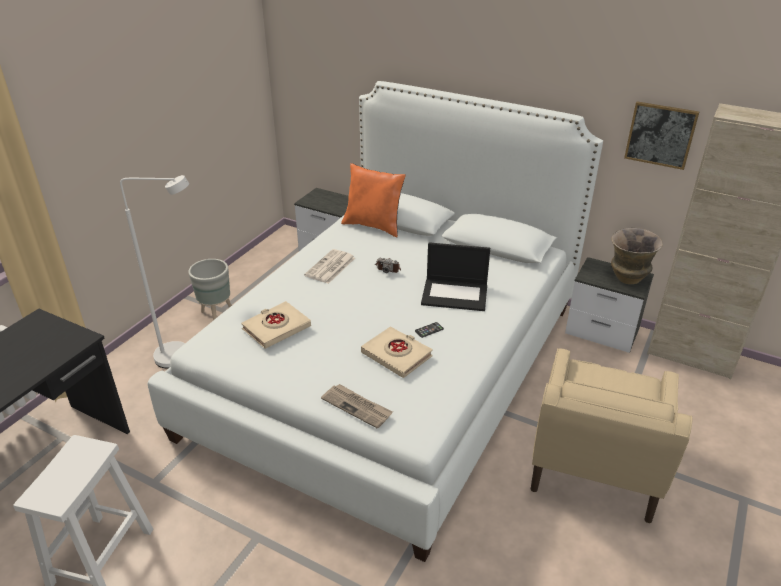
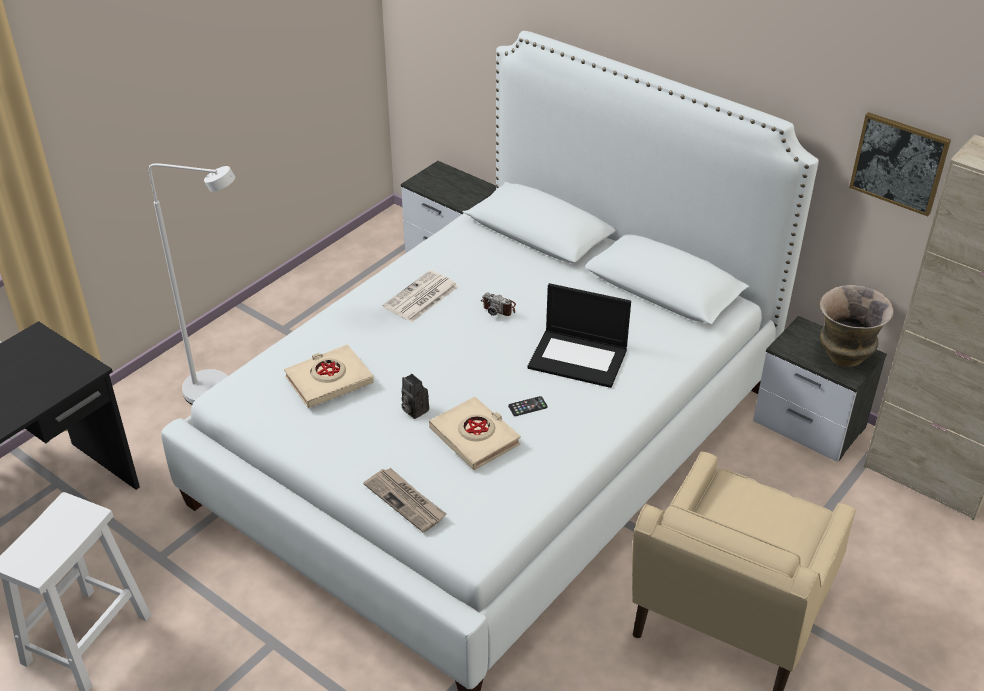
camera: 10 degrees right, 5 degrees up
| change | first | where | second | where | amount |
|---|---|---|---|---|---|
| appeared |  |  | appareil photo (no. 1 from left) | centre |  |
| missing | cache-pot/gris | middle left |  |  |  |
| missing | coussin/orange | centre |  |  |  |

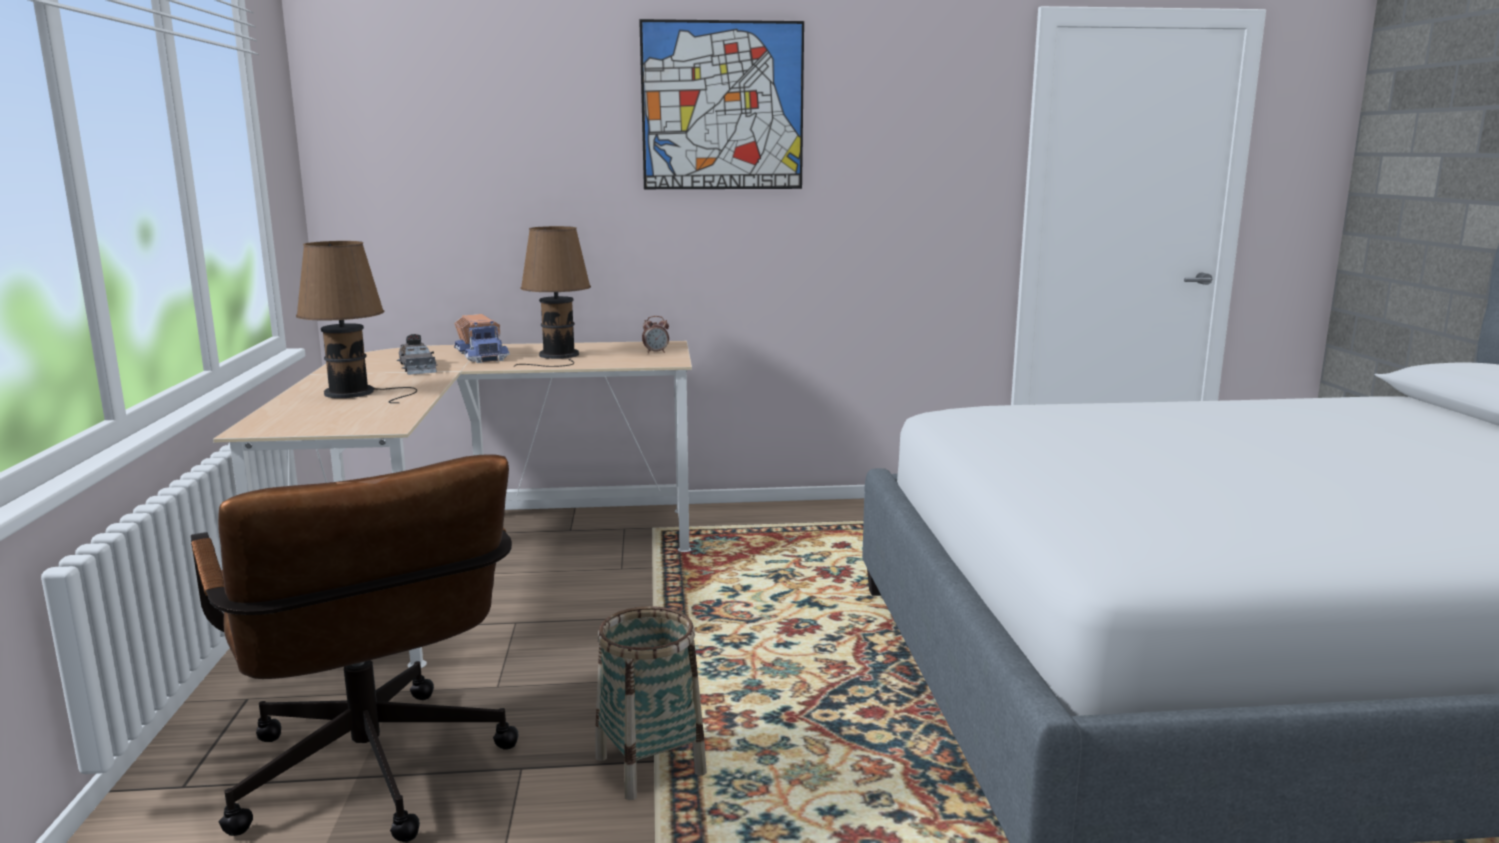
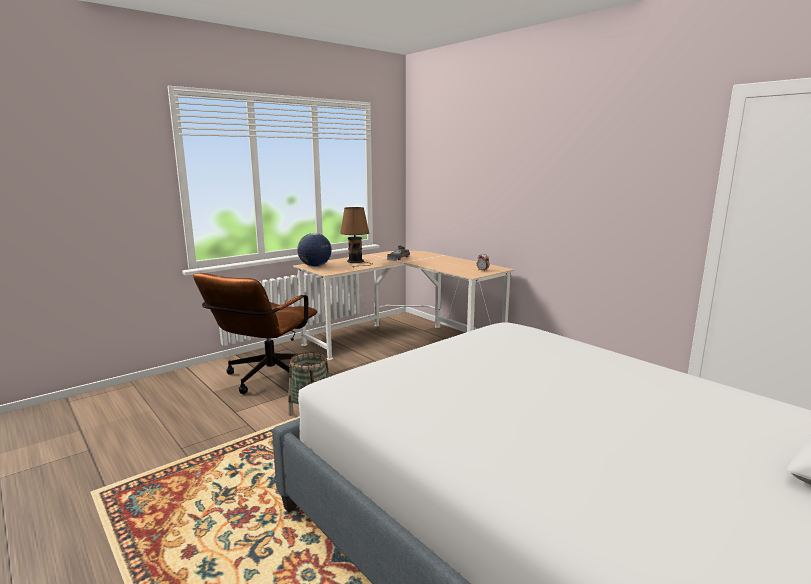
camera: 55 degrees right, 0 degrees up
| change | first | where | second | where | amount |
|---|---|---|---|---|---|
| appeared |  |  | globe | centre |  |
| missing | camion jouet | middle left |  |  |  |
| missing | lampe de table/marron (no. 2 from left) | centre |  |  |  |
| missing | tableau | top centre |  |  |  |

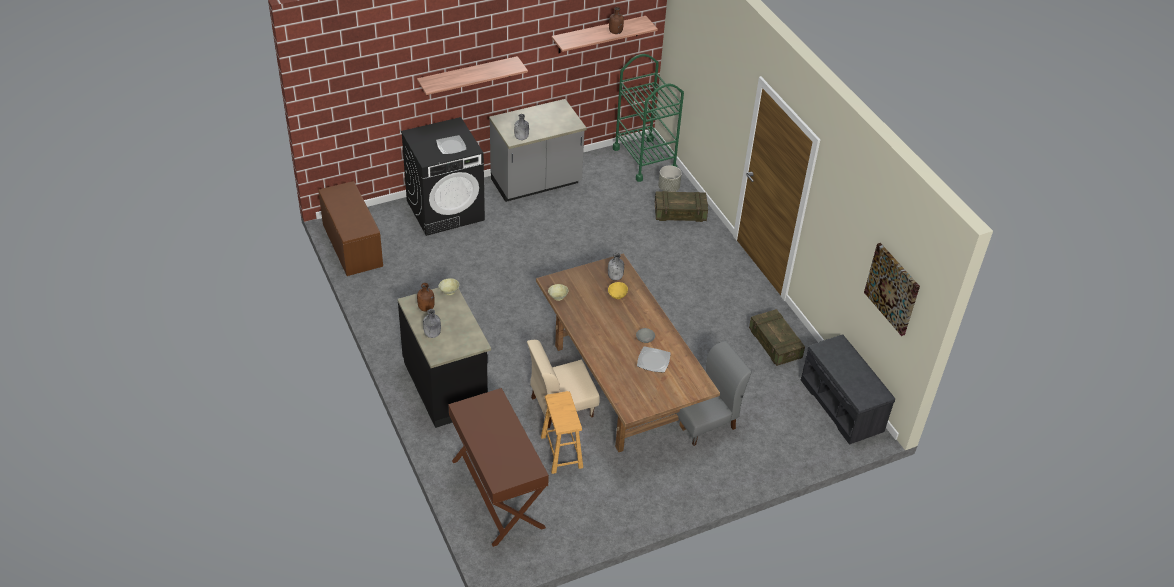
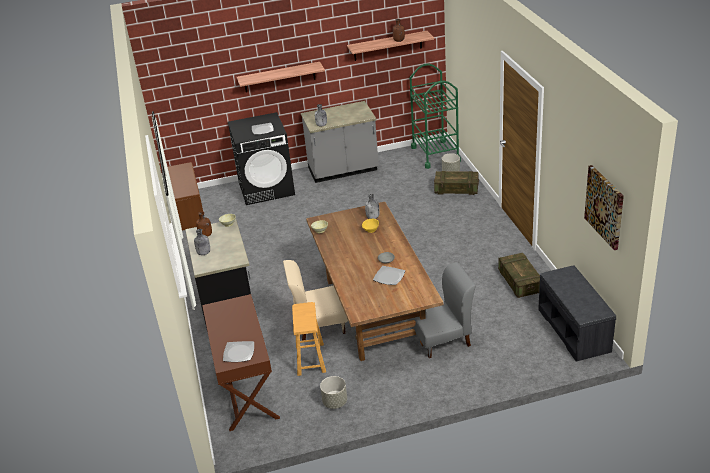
camera: 15 degrees right, 10 degrees down
| change | first | where | second | where | amount |
|---|---|---|---|---|---|
| appeared |  |  | assiette (no. 1 from left) | bottom centre |  |
| appeared |  |  | cache-pot/gris (no. 1 from left) | bottom centre |  |

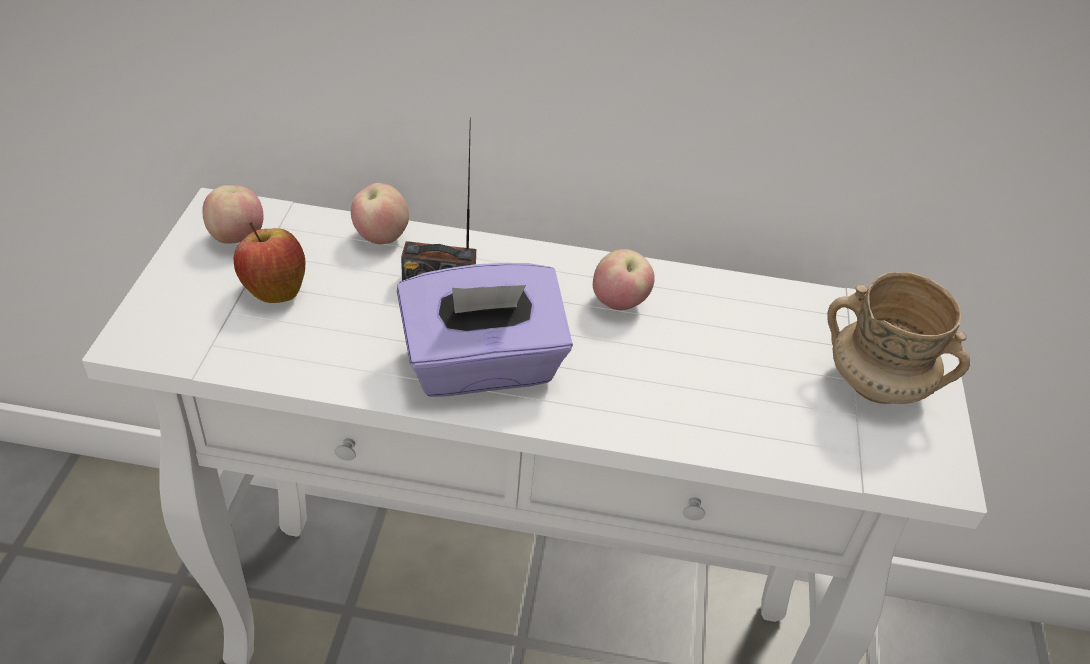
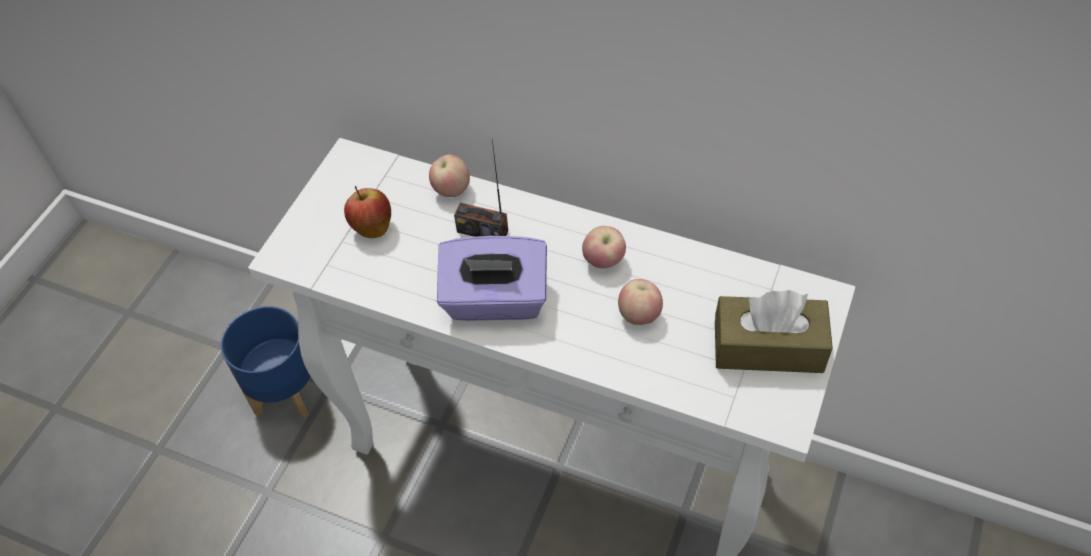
camera: 20 degrees right, 10 degrees up
| change | first | where | second | where | amount |
|---|---|---|---|---|---|
| appeared |  |  | cache-pot/bleu | middle left |  |
| relocated | pomme (no. 1 from left in the first image) | top left | pomme (no. 4 from left) | centre |  |
| exchanged | mug/beige | middle right | boîte à mouchoirs/marron | middle right |  |

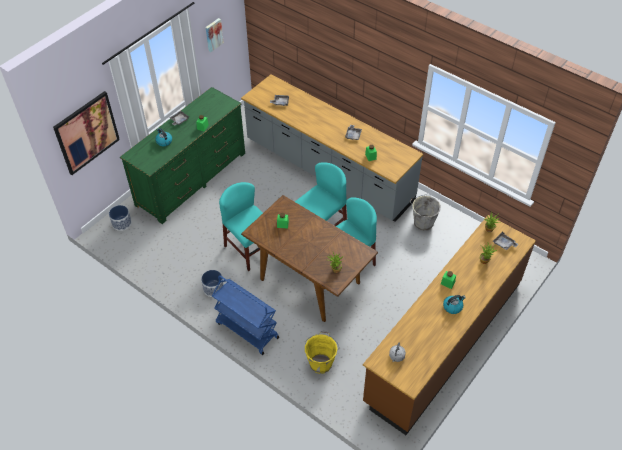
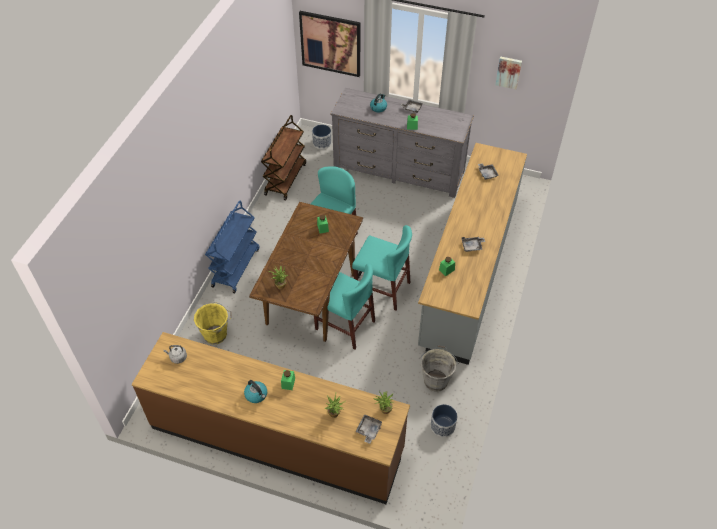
camera: 70 degrees right, 0 degrees up
| change | first | where | second | where | amount |
|---|---|---|---|---|---|
| appeared |  |  | chariot/marron | top centre |  |
| colour | commode/vert | middle left | commode/gris | top centre |  |
| relocated | cache-pot (no. 2 from left) | centre |  | bottom centre |  |

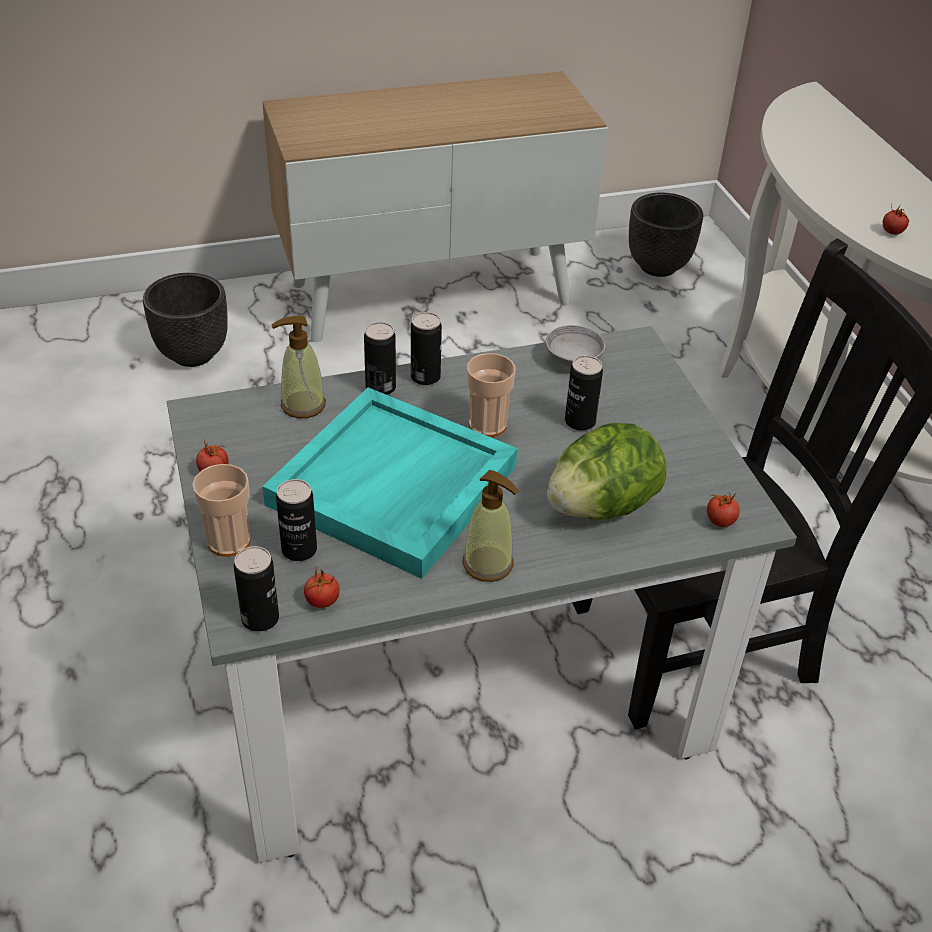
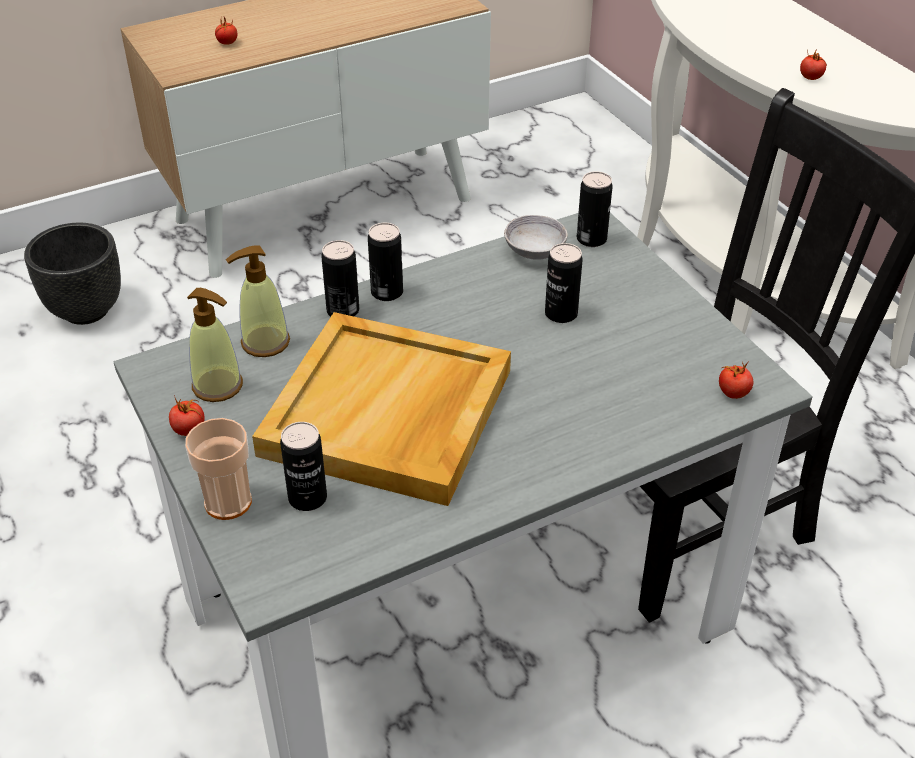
camera: 10 degrees left, 0 degrees up
| change | first | where | second | where | amount |
|---|---|---|---|---|---|
| relocated | distributeur de savon (no. 2 from left in the first image) | centre | distributeur de savon (no. 1 from left) | middle left |  |
| relocated | tomate (no. 2 from left) | centre |  | top left |  |
| colour | plateau/turquoise | centre | plateau/beige | centre |  |
| relocated | boîte métallique (no. 1 from left in the first image) | middle left | boîte métallique (no. 5 from left) | top centre |  |
| missing | tasse (no. 2 from left) | centre |  |  |  |
| missing | laitue | centre |  |  |  |
| missing | cache-pot/noir (no. 2 from left) | top right |  |  |  |

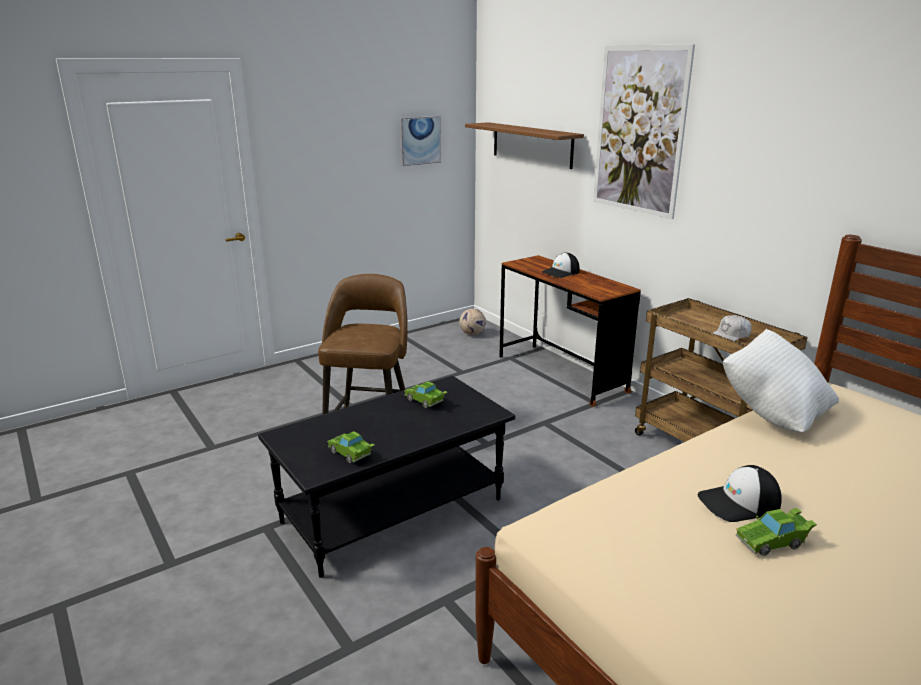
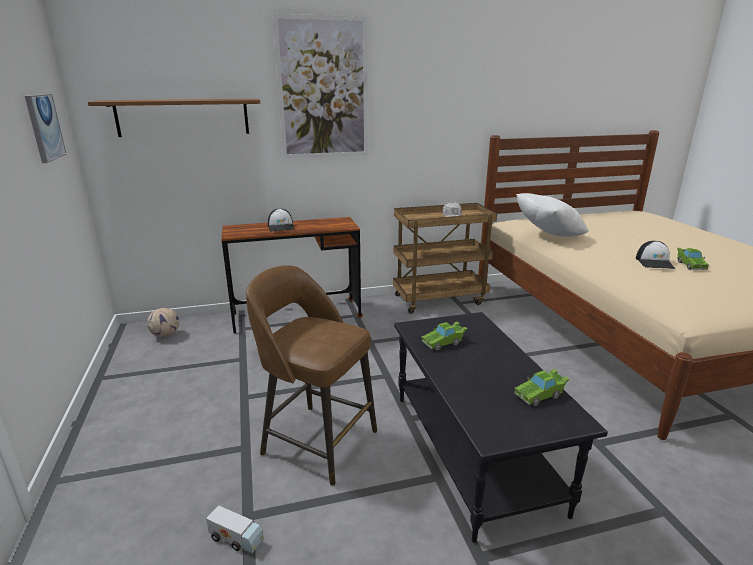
camera: 70 degrees left, 0 degrees up
| change | first | where | second | where | amount |
|---|---|---|---|---|---|
| appeared |  |  | camion jouet | bottom left |  |

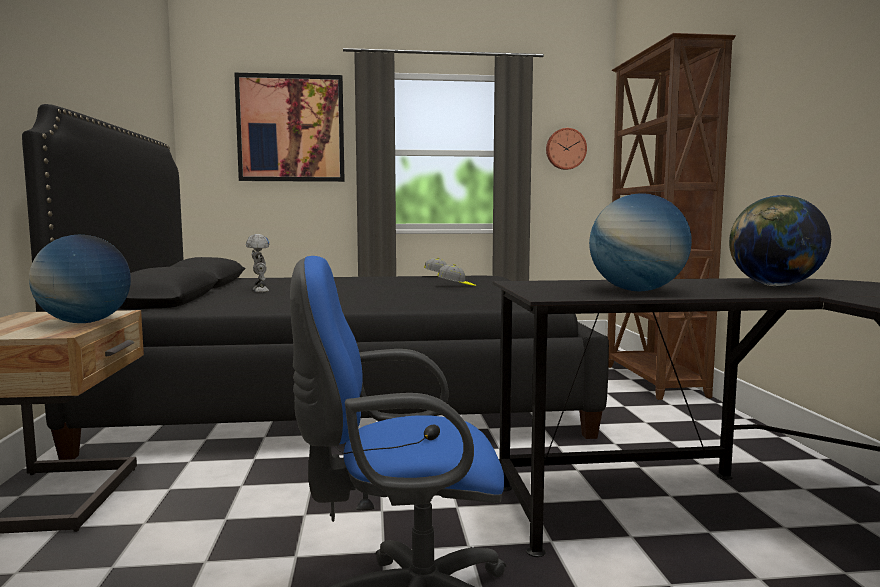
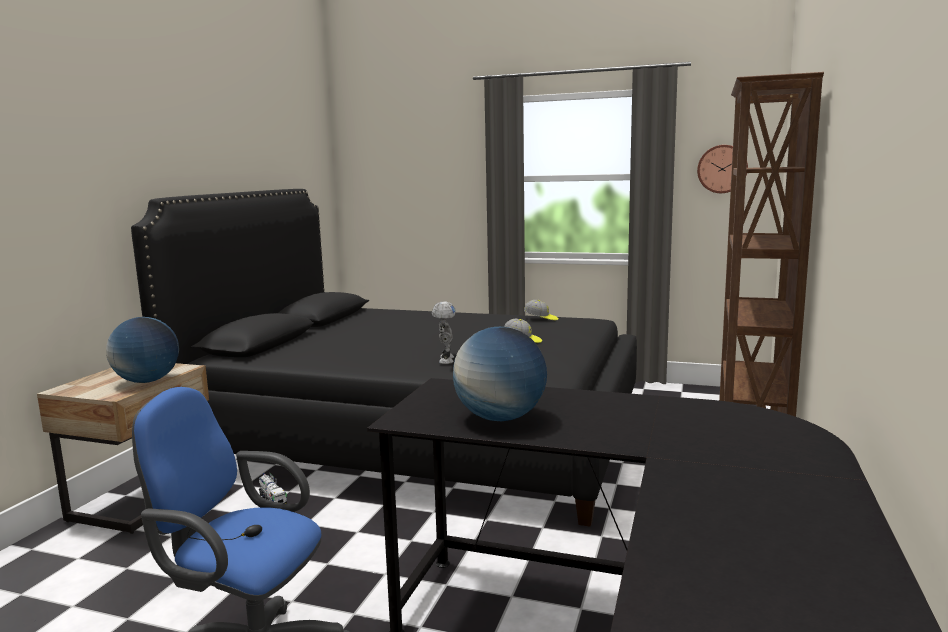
camera: 25 degrees right, 5 degrees up
| change | first | where | second | where | amount |
|---|---|---|---|---|---|
| appeared |  |  | camion jouet | bottom left |  |
| relocated | robot jouet | middle left |  | centre |  |
| missing | tableau | top left |  |  |  |
| missing | globe (no. 3 from left) | middle right |  |  |  |

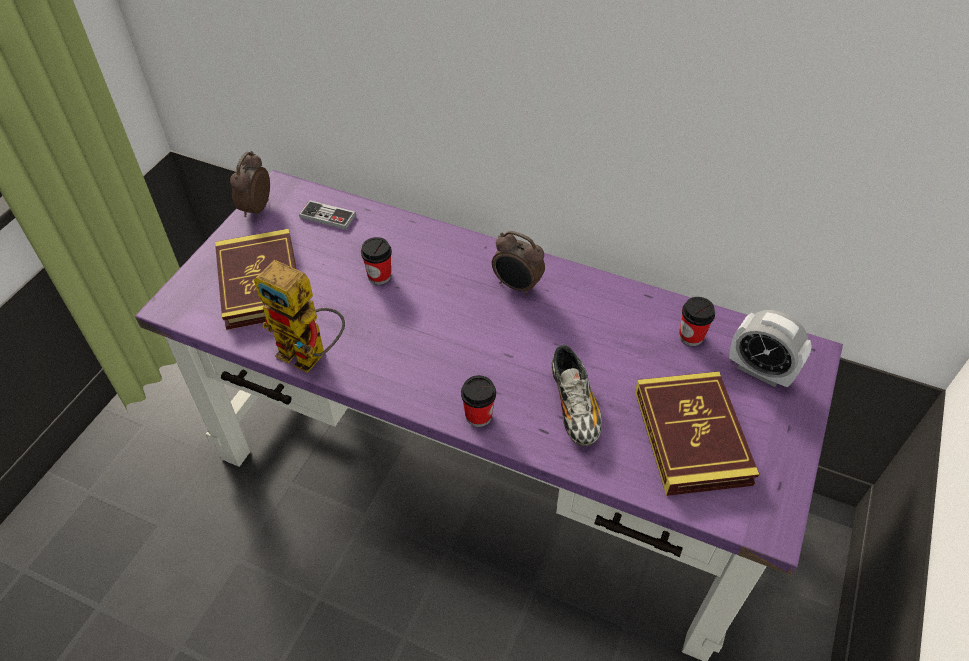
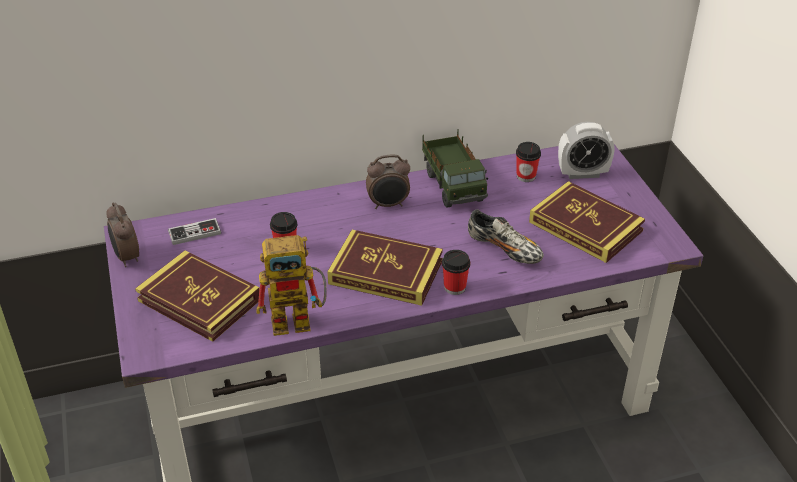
camera: 40 degrees left, 10 degrees down
| change | first | where | second | where | amount |
|---|---|---|---|---|---|
| appeared |  |  | livre (no. 2 from left) | centre |  |
| appeared |  |  | camion jouet | centre |  |

